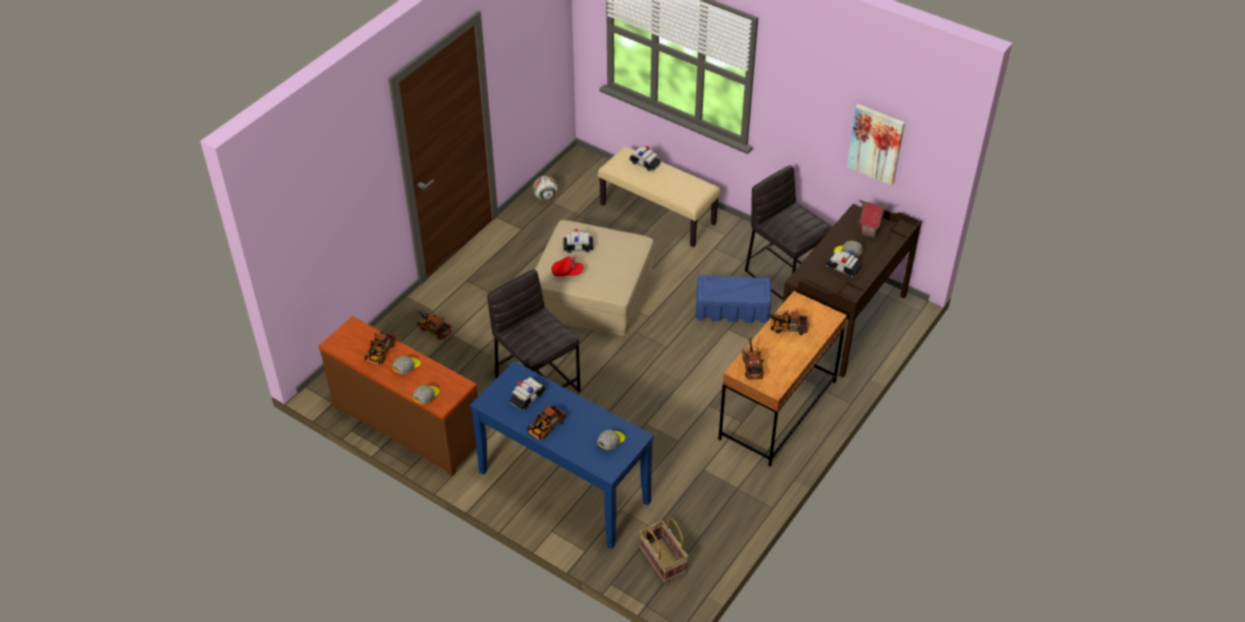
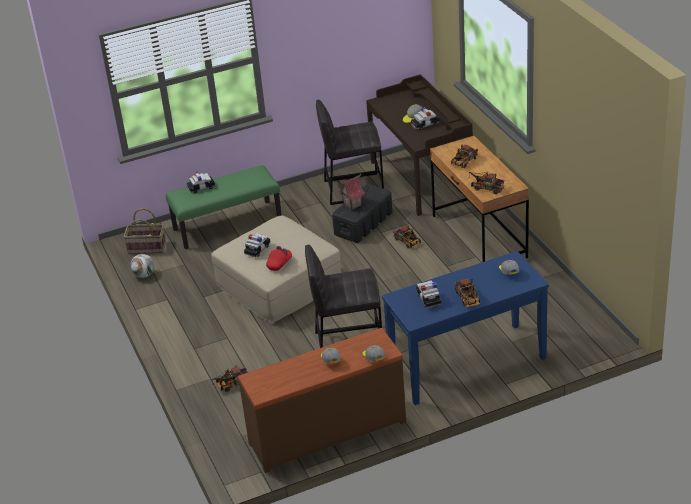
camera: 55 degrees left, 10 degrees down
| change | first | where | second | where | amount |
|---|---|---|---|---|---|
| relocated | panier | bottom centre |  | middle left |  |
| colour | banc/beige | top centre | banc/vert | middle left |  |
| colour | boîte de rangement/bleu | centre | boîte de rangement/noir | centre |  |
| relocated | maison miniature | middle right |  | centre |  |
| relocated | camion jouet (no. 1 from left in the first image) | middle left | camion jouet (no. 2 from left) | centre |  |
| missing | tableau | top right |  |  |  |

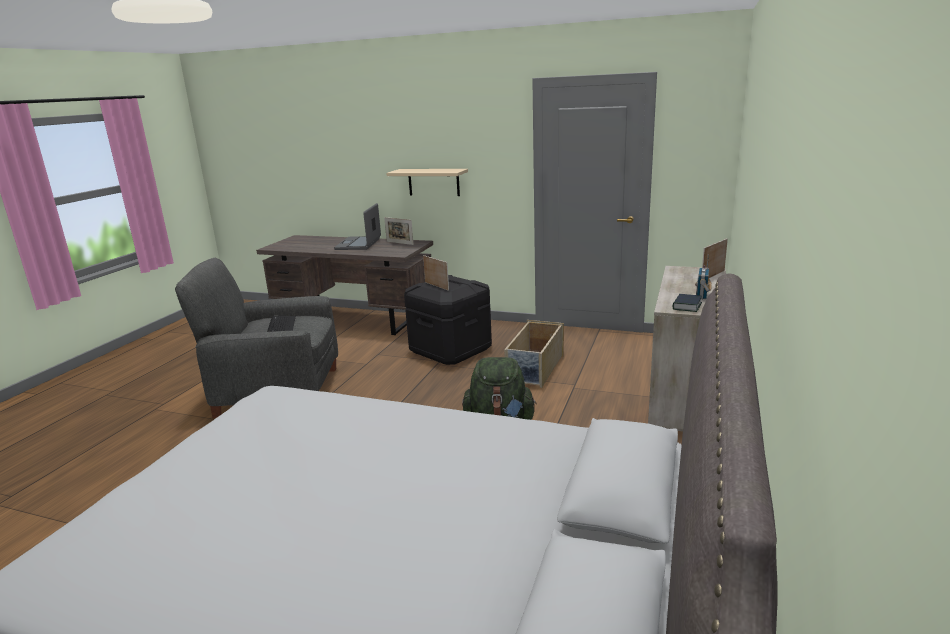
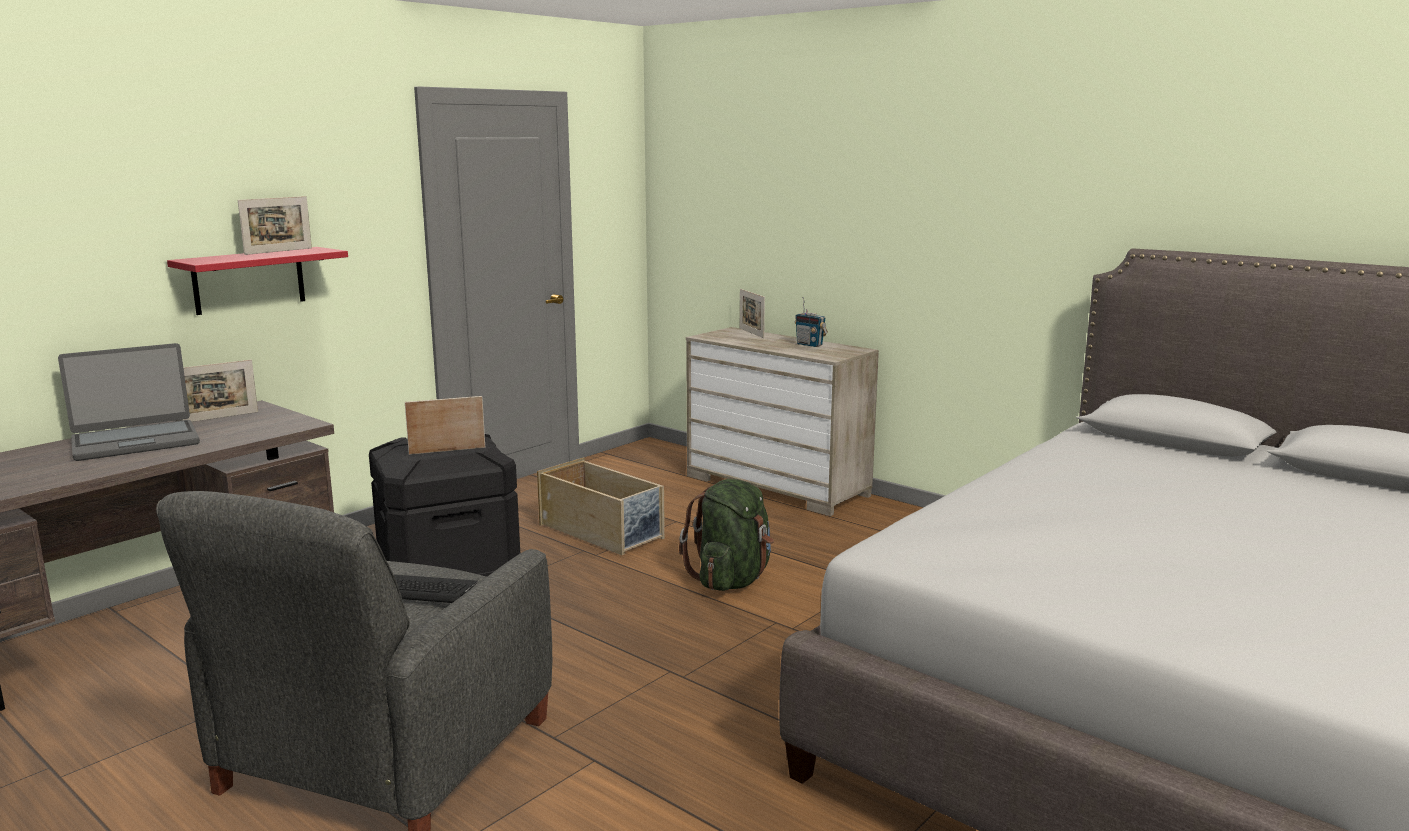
camera: 70 degrees left, 5 degrees down
| change | first | where | second | where | amount |
|---|---|---|---|---|---|
| spun | ordinateur portable | centre |  | middle left | 60 degrees counterclockwise |
| colour | étagère/beige | top centre | étagère/rouge | middle left |  |
| appeared |  |  | cadre photo (no. 2 from left) | top left |  |
| missing | livre | middle right |  |  |  |

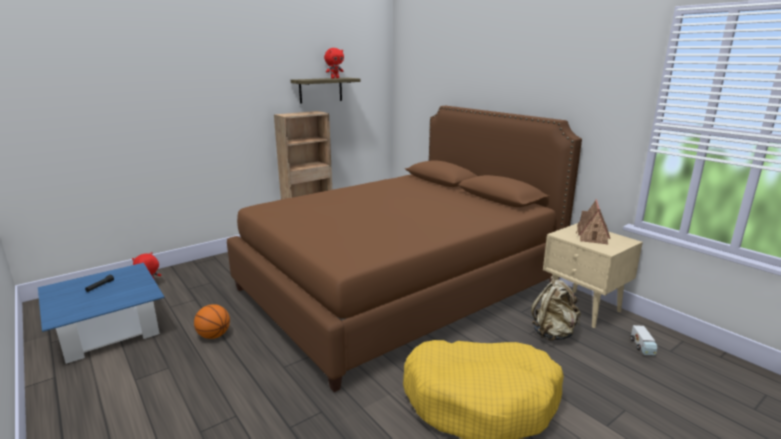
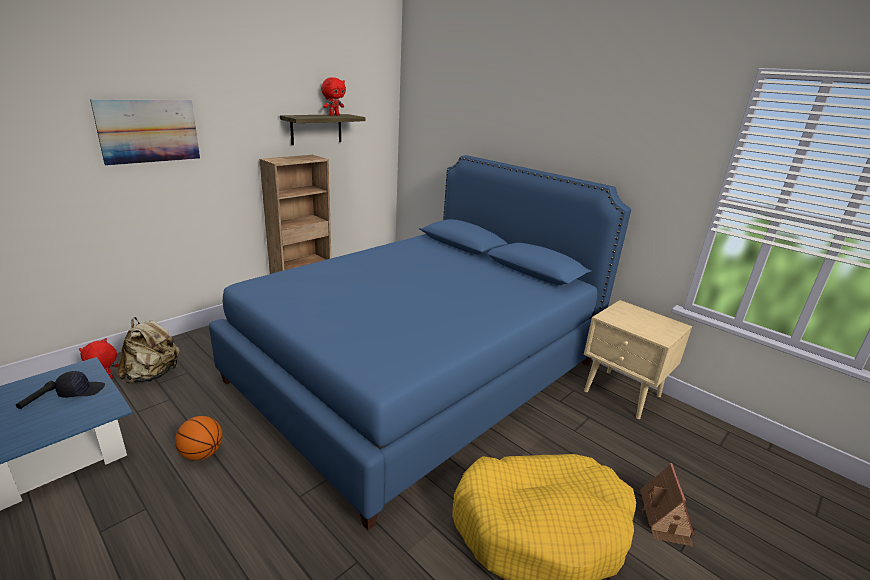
camera: 10 degrees left, 5 degrees up
| change | first | where | second | where | amount |
|---|---|---|---|---|---|
| appeared |  |  | casquette/noir | middle left |  |
| appeared |  |  | tableau | top left |  |
| relocated | sac à dos/beige | bottom right |  | middle left |  |
| colour | lit/marron | centre | lit/bleu | centre |  |
| relocated | maison miniature | middle right |  | bottom right |  |
| missing | camion jouet | bottom right |  |  |  |

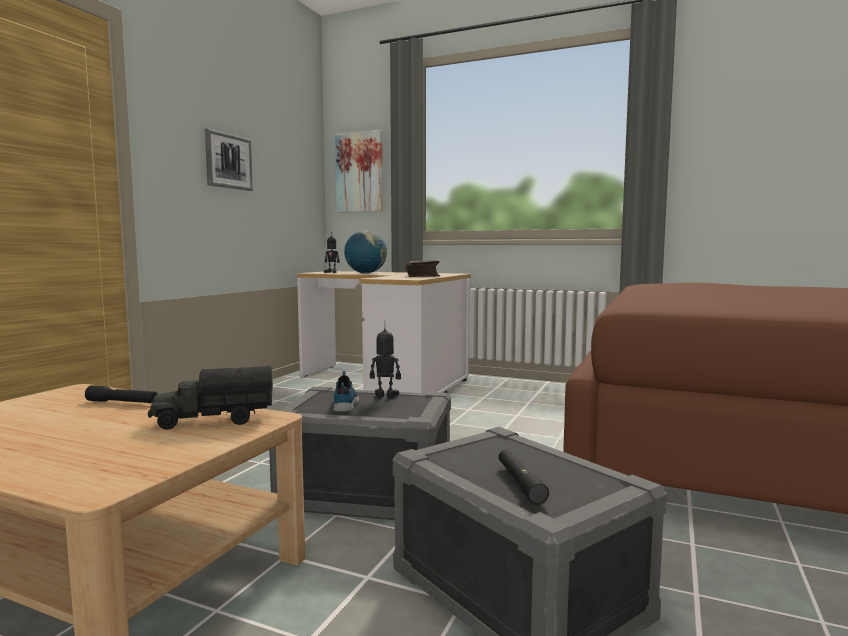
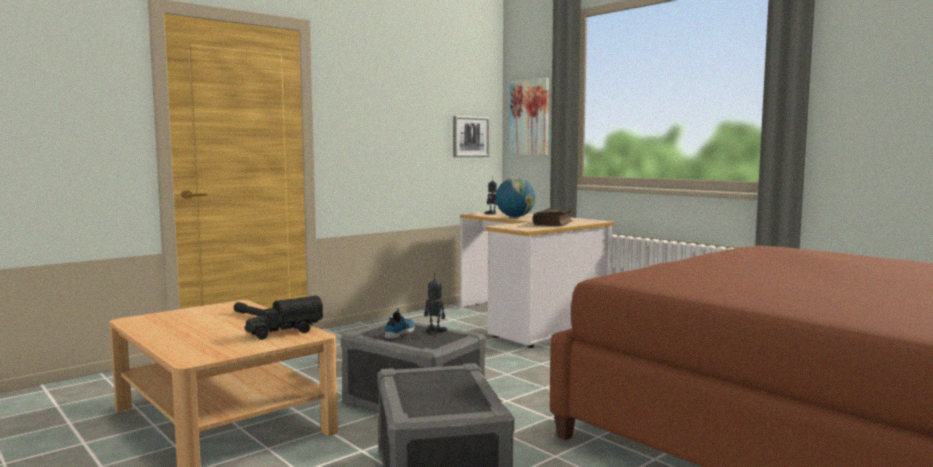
camera: 25 degrees right, 0 degrees up
| change | first | where | second | where | amount |
|---|---|---|---|---|---|
| spun | camion jouet | middle left |  | bottom left | 45 degrees counterclockwise |
| relocated | tableau (no. 1 from left) | top left |  | top centre |  |
| missing | lampe de poche/noir (no. 2 from left) | bottom centre |  |  |  |

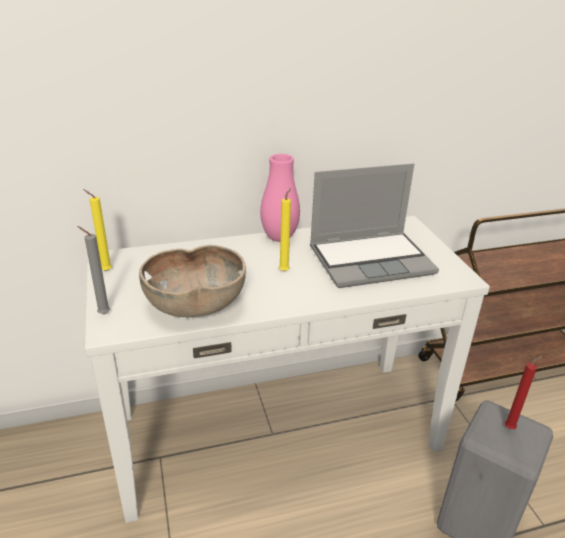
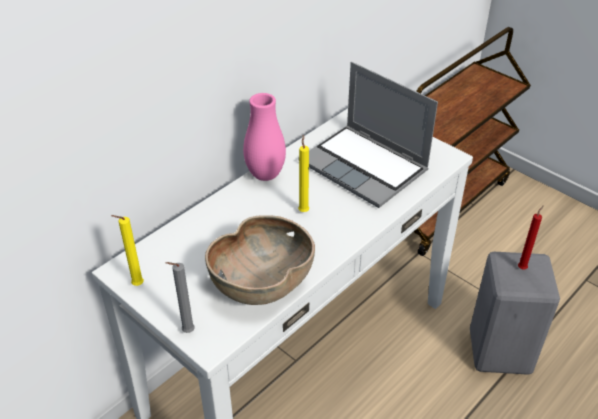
camera: 30 degrees left, 10 degrees up
| change | first | where | second | where | amount |
|---|---|---|---|---|---|
| spun | ordinateur portable | centre |  | top centre | 90 degrees clockwise |

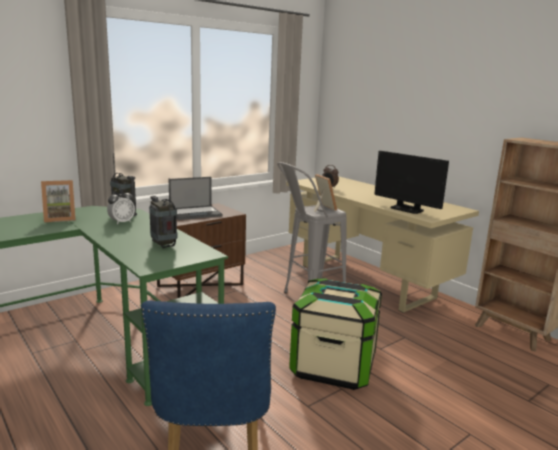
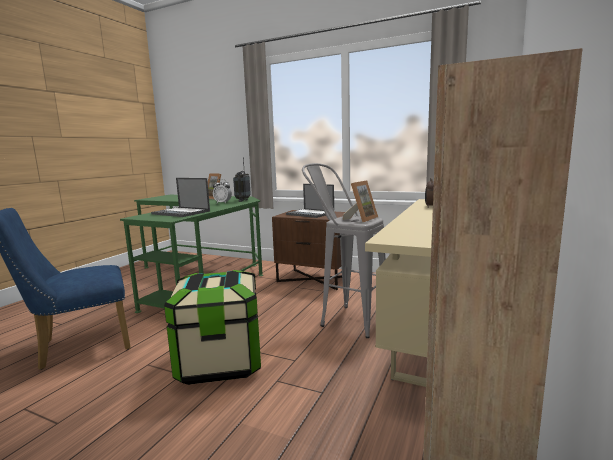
camera: 65 degrees right, 5 degrees down
| change | first | where | second | where | amount |
|---|---|---|---|---|---|
| exchanged | radio (no. 2 from left) | middle left | ordinateur portable (no. 1 from left) | middle left |  |
| missing | écran d'ordinateur | middle right |  |  |  |

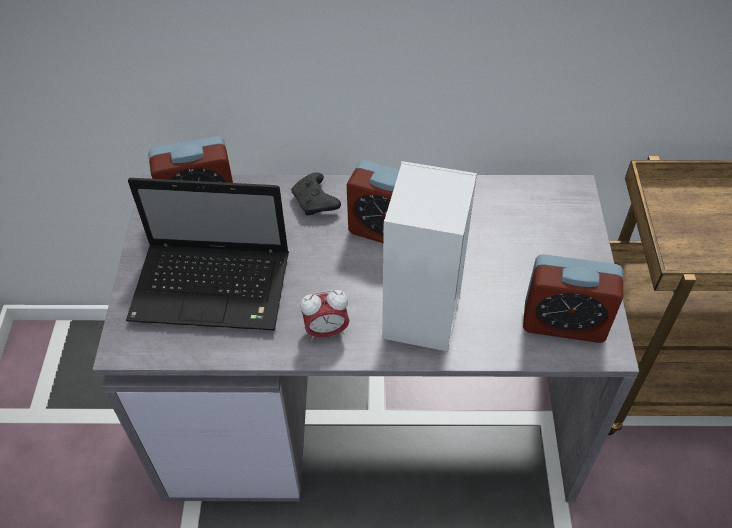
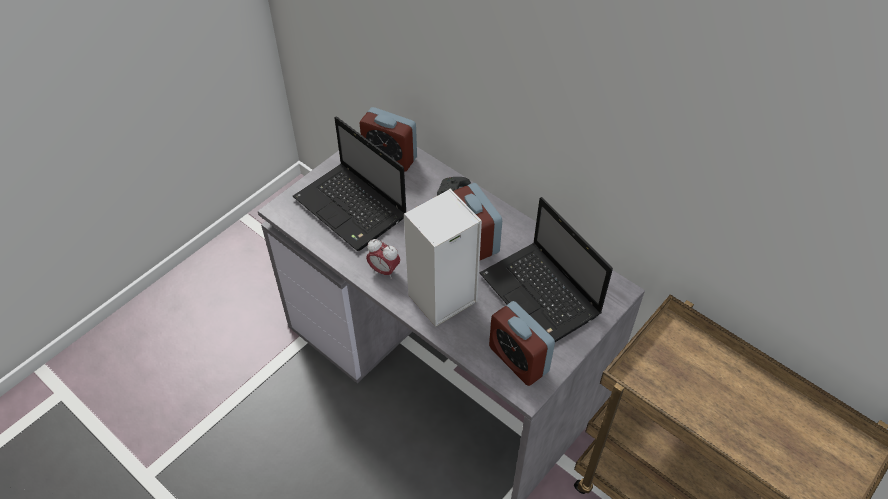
camera: 40 degrees right, 0 degrees up
| change | first | where | second | where | amount |
|---|---|---|---|---|---|
| appeared |  |  | ordinateur portable (no. 2 from left) | centre |  |

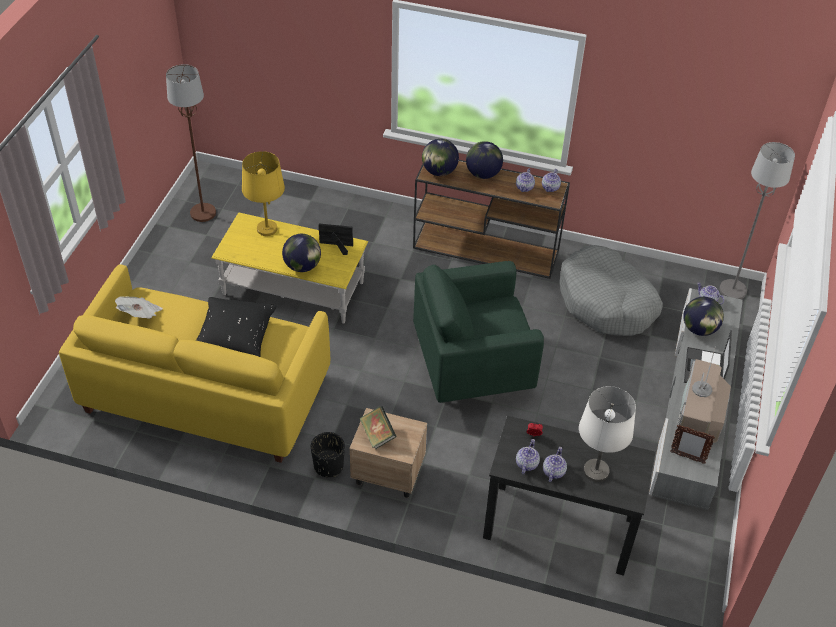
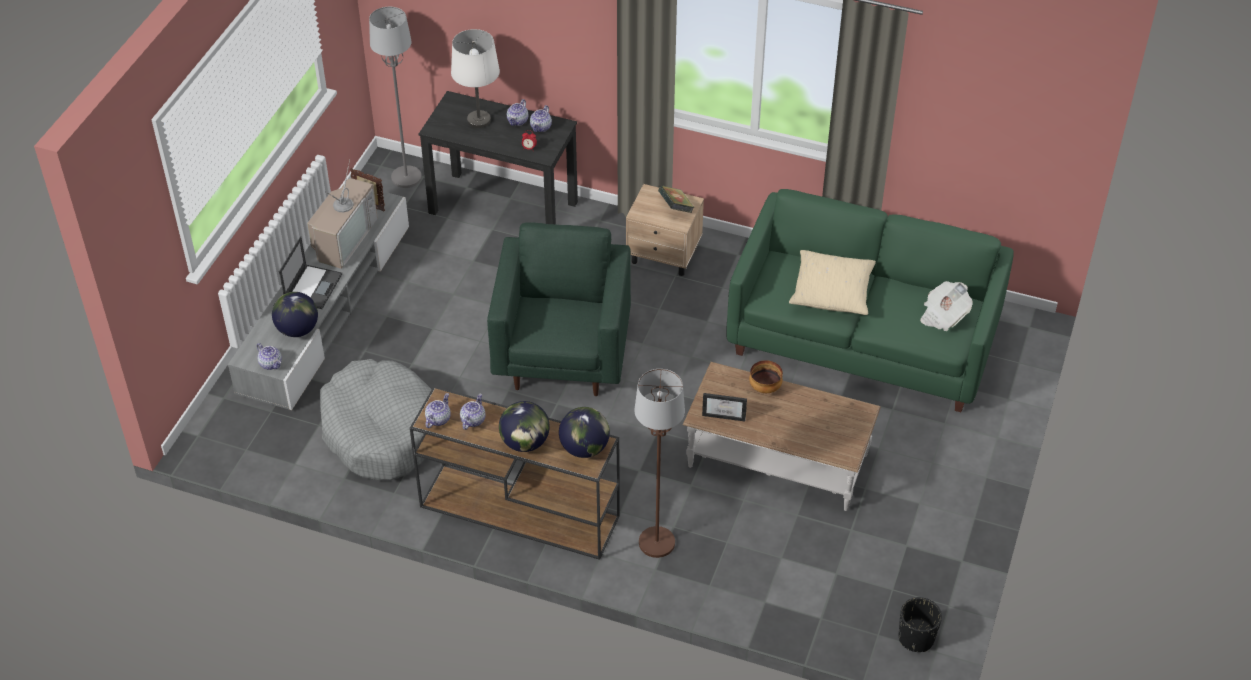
camera: 175 degrees left, 0 degrees up
| change | first | where | second | where | amount |
|---|---|---|---|---|---|
| relocated | lampadaire/gris | middle right |  | top left |  |
| spun | fauteuil/vert | centre |  | centre | 75 degrees counterclockwise |
| relocated | lampadaire/marron | top left |  | bottom centre |  |
| colour | table basse/jaune | centre | table basse/marron | centre |  |
| colour | canapé/jaune | middle left | canapé/vert | middle right |  |
| exchanged | globe (no. 1 from left) | centre | bol | centre |  |
| colour | coussin/noir | middle left | coussin/beige | centre |  |
| relocated | cache-pot/noir | bottom centre |  | bottom right |  |
| missing | lampe de table/jaune | top left |  |  |  |

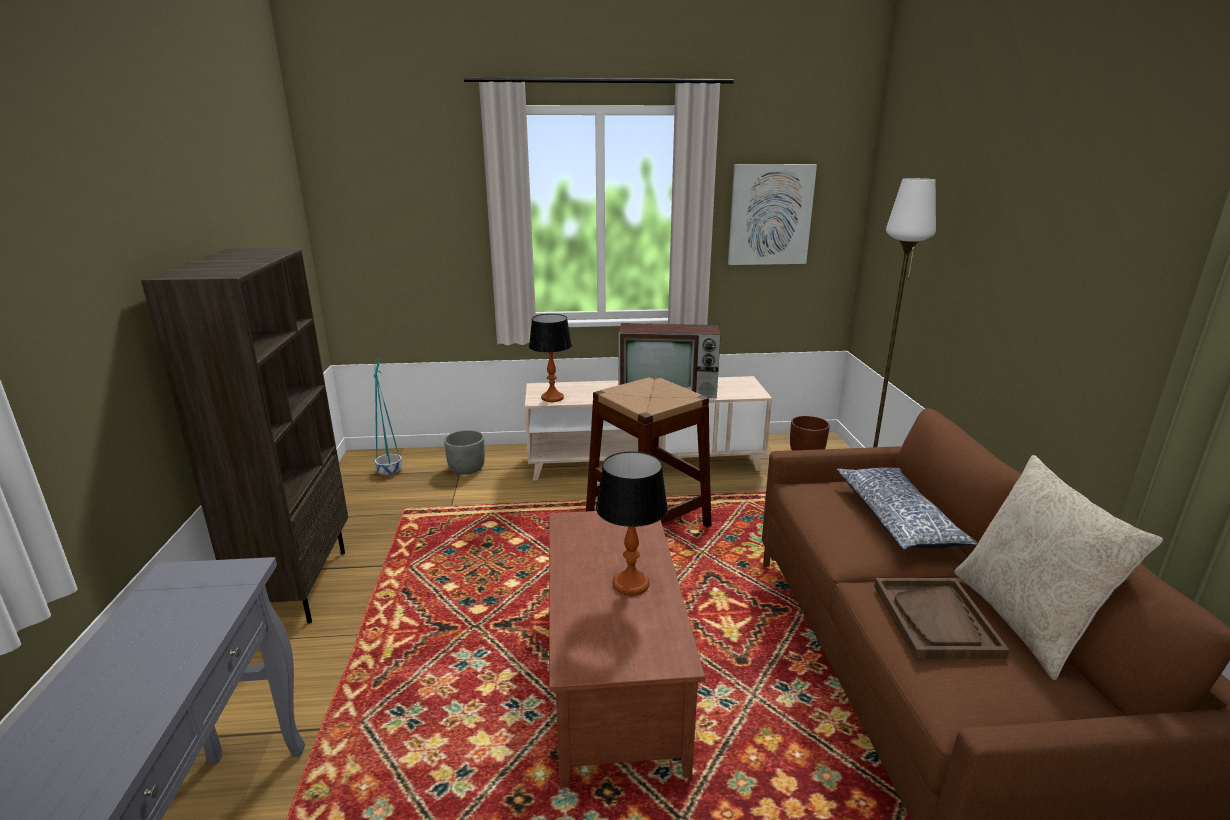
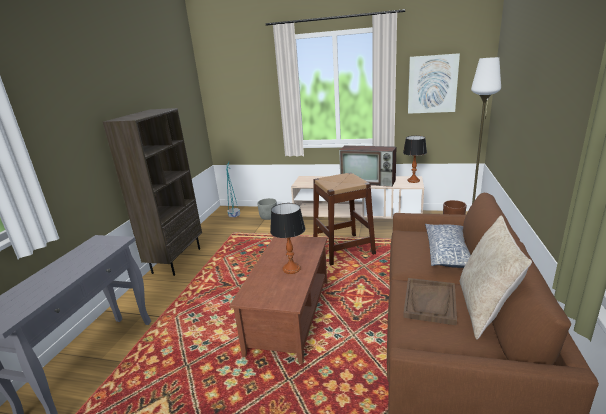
camera: 20 degrees right, 0 degrees up
| change | first | where | second | where | amount |
|---|---|---|---|---|---|
| relocated | lampe de table (no. 1 from left in the first image) | centre | lampe de table (no. 2 from left) | middle right |  |

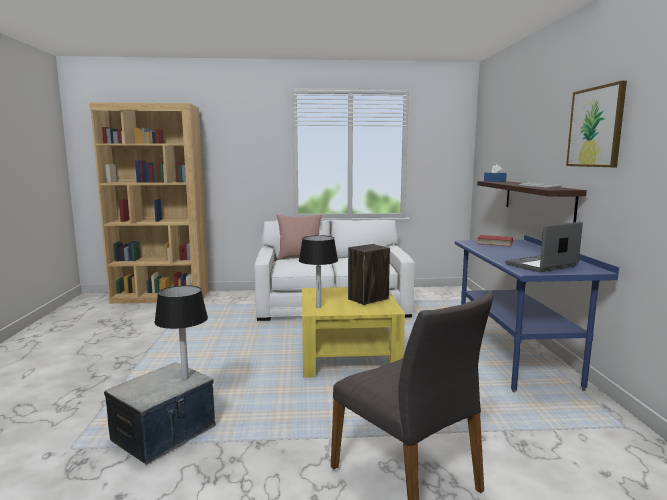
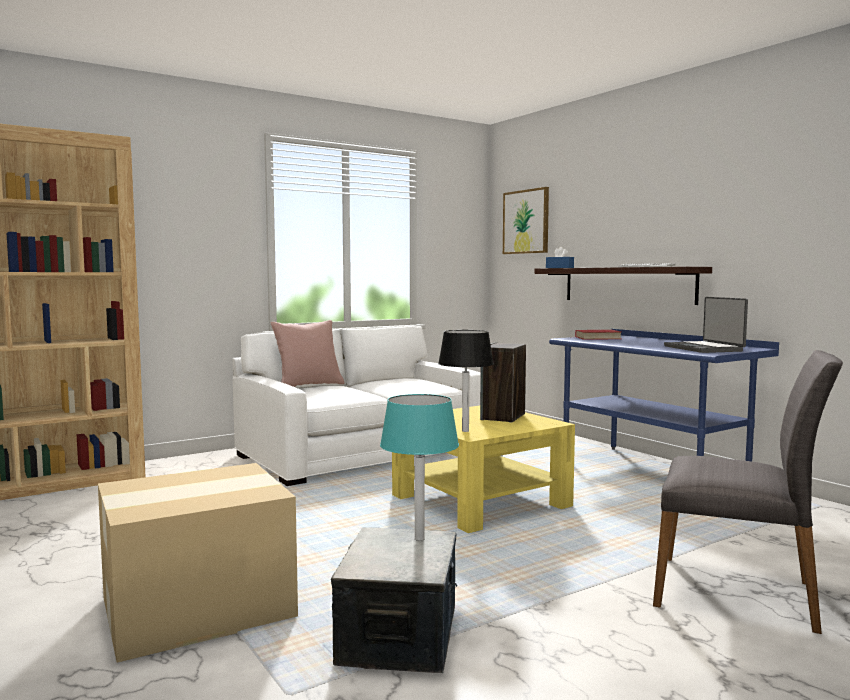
camera: 30 degrees left, 5 degrees down
| change | first | where | second | where | amount |
|---|---|---|---|---|---|
| appeared |  |  | carton | bottom left |  |
| colour | lampe de table/noir (no. 1 from left) | middle left | lampe de table/turquoise | bottom centre |  |
| relocated | tableau | top right |  | top centre |  |
| spun | ordinateur portable | middle right |  | middle right | 45 degrees counterclockwise |

